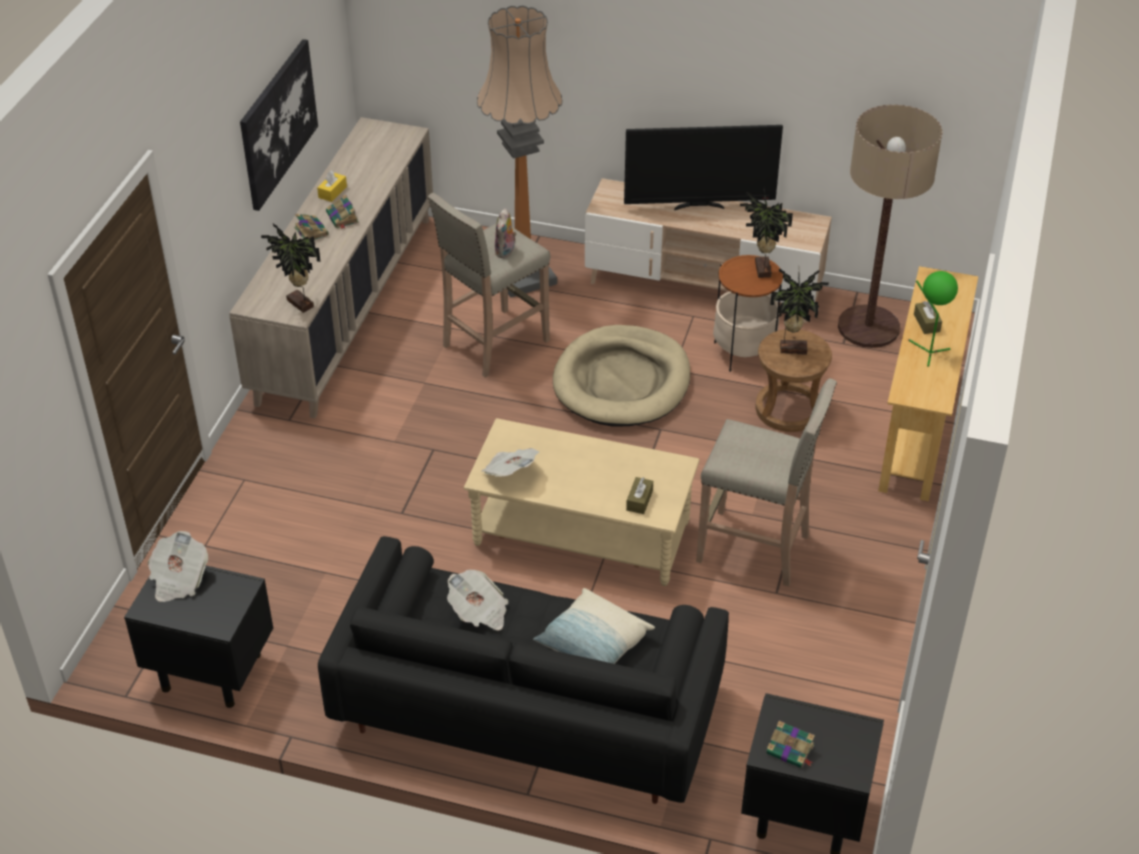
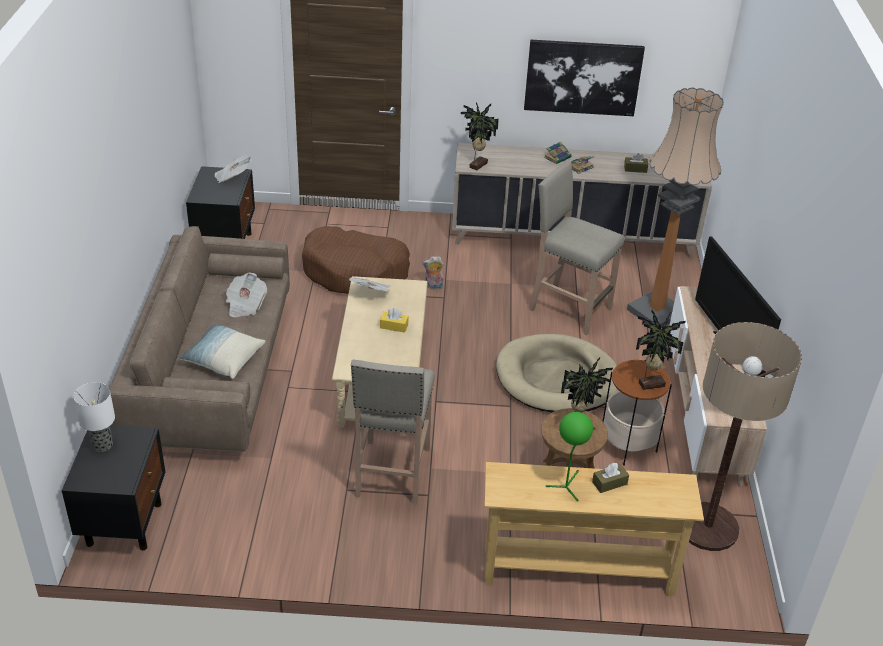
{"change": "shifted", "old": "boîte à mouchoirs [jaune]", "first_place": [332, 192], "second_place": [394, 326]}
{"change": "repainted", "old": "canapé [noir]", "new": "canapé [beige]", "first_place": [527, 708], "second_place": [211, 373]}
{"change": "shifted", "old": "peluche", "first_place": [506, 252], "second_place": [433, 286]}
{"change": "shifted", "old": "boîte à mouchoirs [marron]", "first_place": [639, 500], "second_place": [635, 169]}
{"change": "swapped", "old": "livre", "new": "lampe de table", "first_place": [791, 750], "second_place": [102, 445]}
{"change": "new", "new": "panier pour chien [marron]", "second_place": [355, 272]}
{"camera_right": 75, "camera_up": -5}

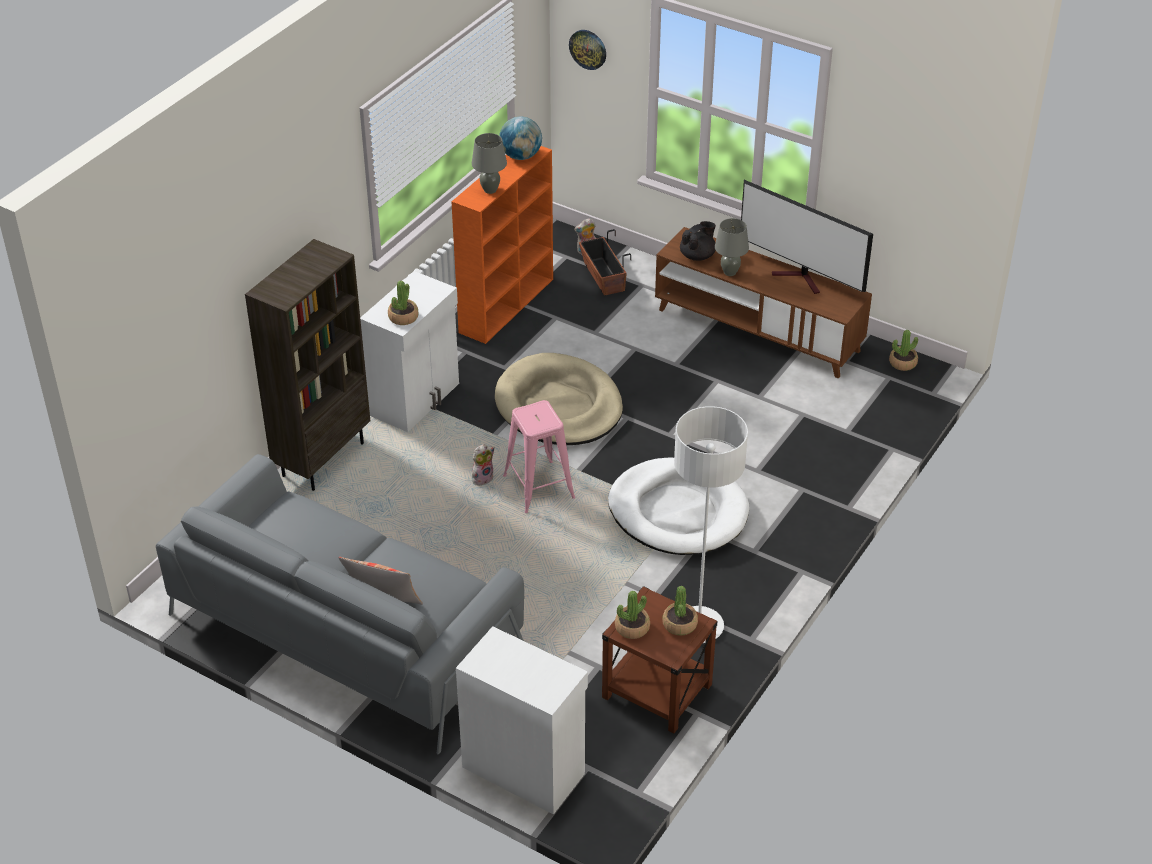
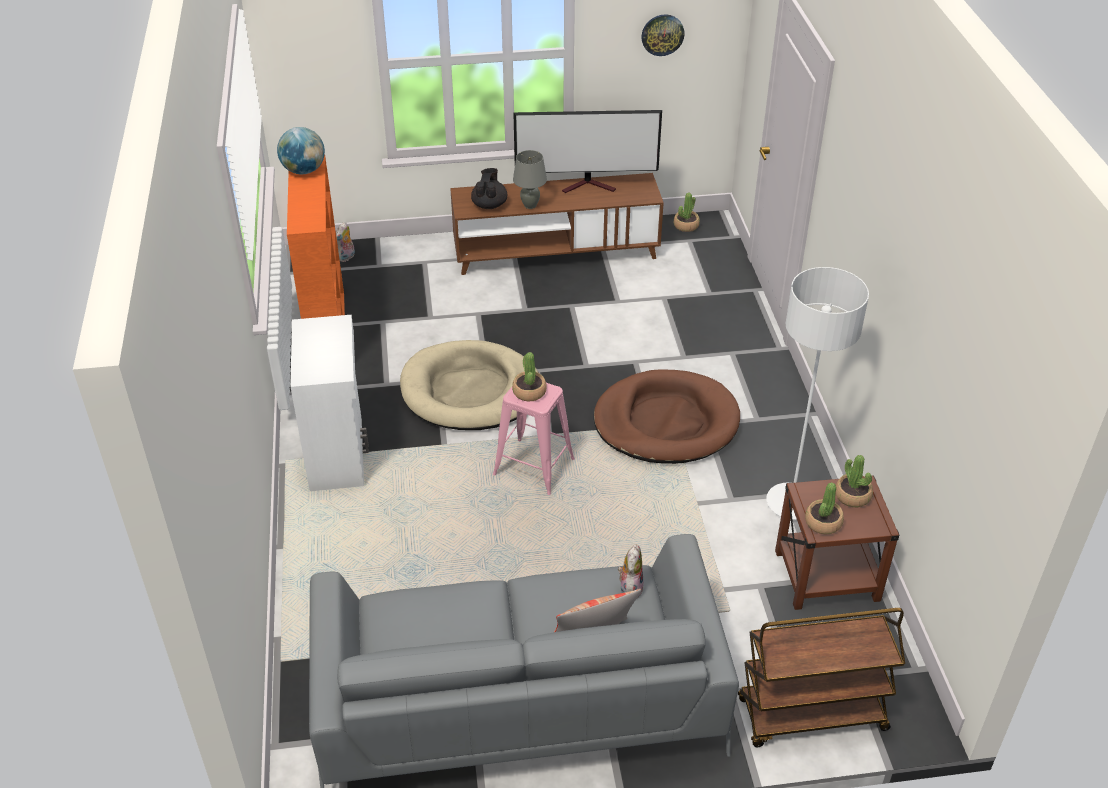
{"change": "gone", "old": "bibliothèque [marron]", "first_place": [322, 459]}
{"change": "shifted", "old": "plante en pot", "first_place": [403, 317], "second_place": [529, 392]}
{"change": "swapped", "old": "meuble de rangement [blanc]", "new": "chariot [marron]", "first_place": [523, 768], "second_place": [811, 715]}
{"change": "gone", "old": "lampe de table [gris]", "first_place": [490, 190]}
{"change": "shifted", "old": "peluche", "first_place": [482, 478], "second_place": [630, 588]}
{"change": "shifted", "old": "horloge murale", "first_place": [588, 49], "second_place": [662, 34]}
{"change": "gone", "old": "cache-pot", "first_place": [603, 277]}
{"change": "repainted", "old": "panier pour chien [blanc]", "new": "panier pour chien [marron]", "first_place": [678, 512], "second_place": [666, 422]}
{"camera_right": -40, "camera_up": 0}

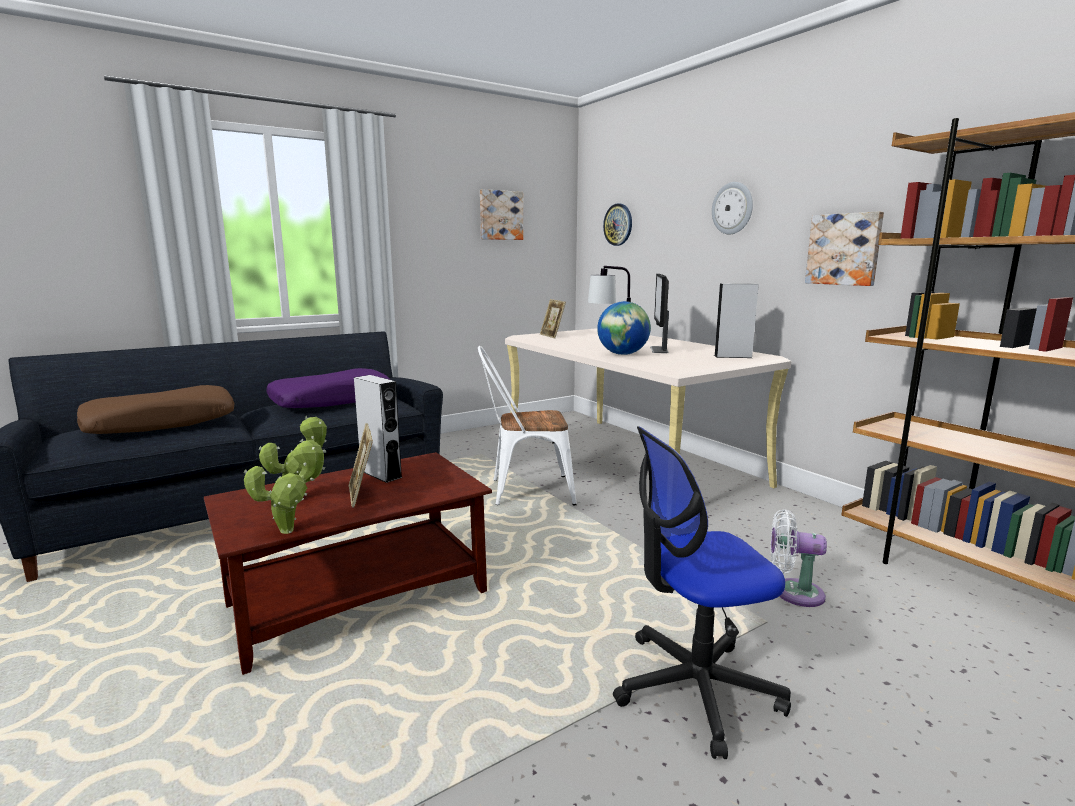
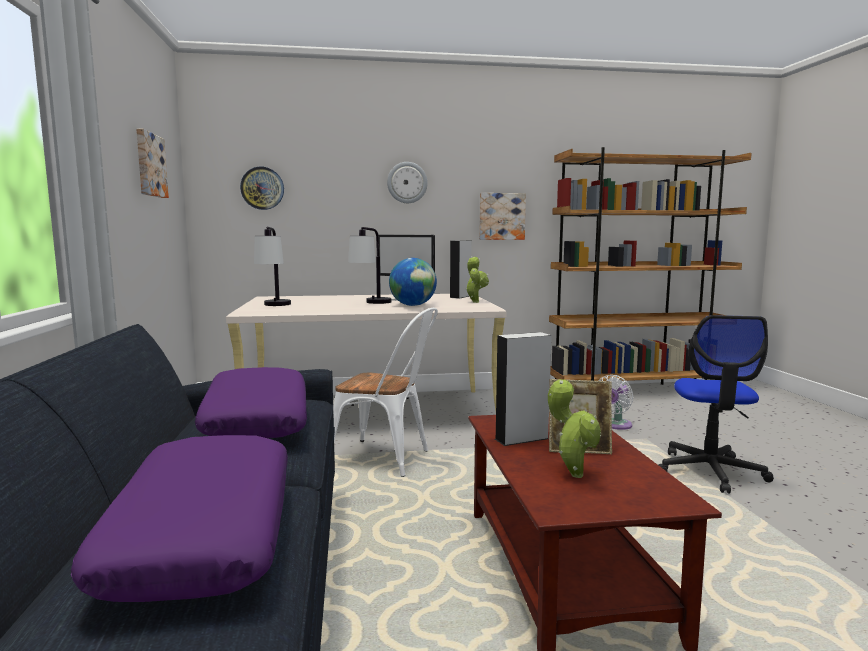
{"change": "repainted", "old": "coussin [marron]", "new": "coussin [violet]", "first_place": [161, 423], "second_place": [203, 532]}
{"change": "shifted", "old": "plante en pot", "first_place": [292, 529], "second_place": [475, 302]}
{"change": "rotated", "old": "chaise [blanc]", "first_place": [524, 491], "second_place": [387, 459], "degrees": -90}
{"change": "swapped", "old": "cadre photo", "new": "lampe de table", "first_place": [552, 336], "second_place": [275, 306]}
{"camera_right": -65, "camera_up": -5}

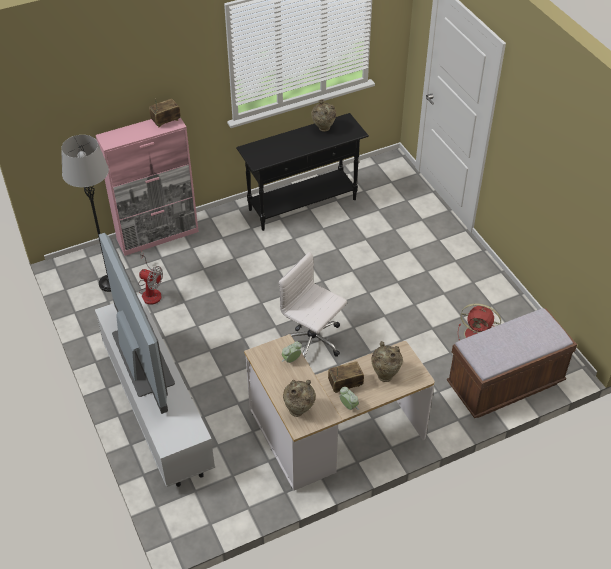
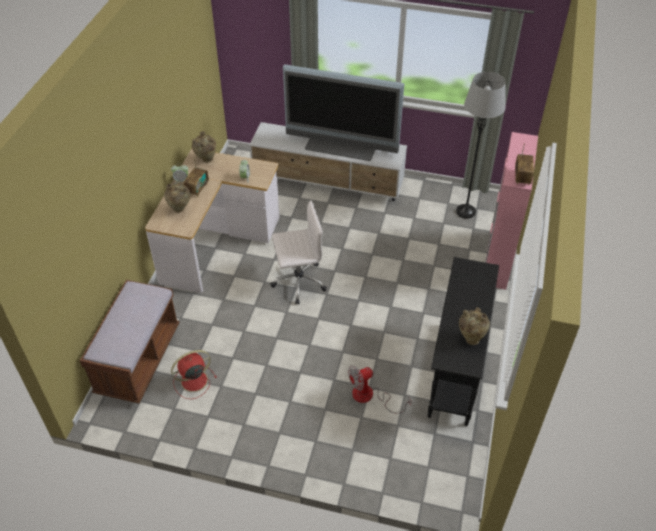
{"change": "shifted", "old": "ventilateur", "first_place": [150, 291], "second_place": [370, 397]}
{"camera_right": 130, "camera_up": 0}

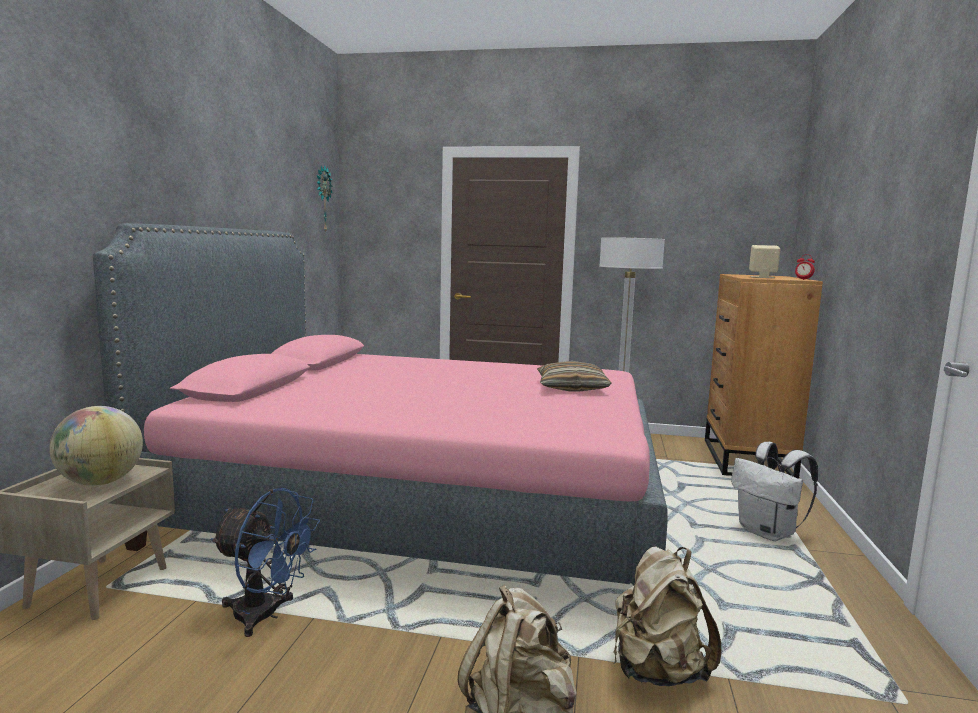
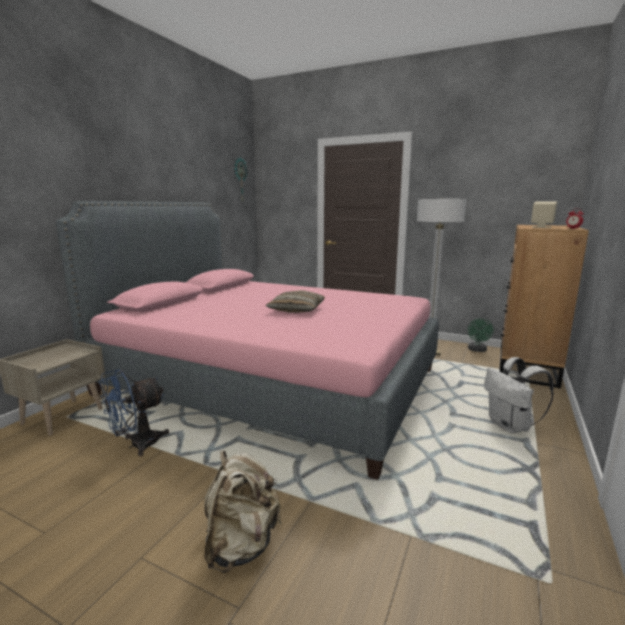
{"change": "gone", "old": "globe", "first_place": [100, 482]}
{"change": "rotated", "old": "ventilateur [bleu]", "first_place": [265, 615], "second_place": [137, 445], "degrees": 105}
{"change": "shifted", "old": "coussin", "first_place": [571, 387], "second_place": [296, 309]}
{"change": "gone", "old": "sac à dos [beige]", "first_place": [657, 671]}
{"change": "new", "new": "ventilateur [vert]", "second_place": [477, 350]}
{"camera_right": 15, "camera_up": 5}

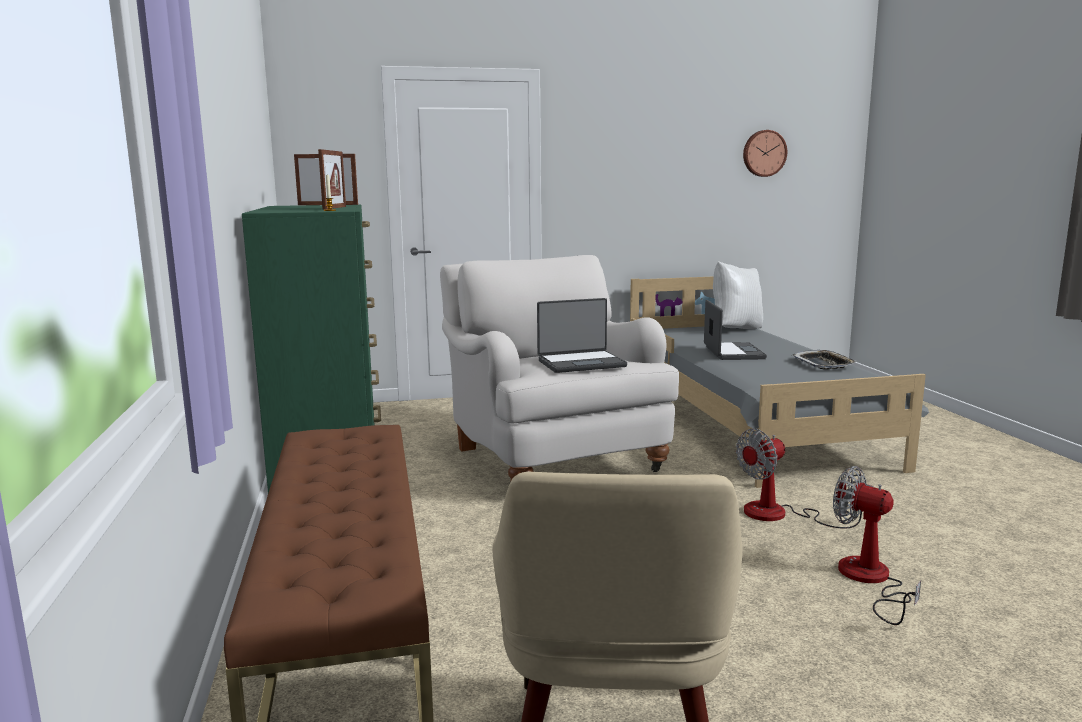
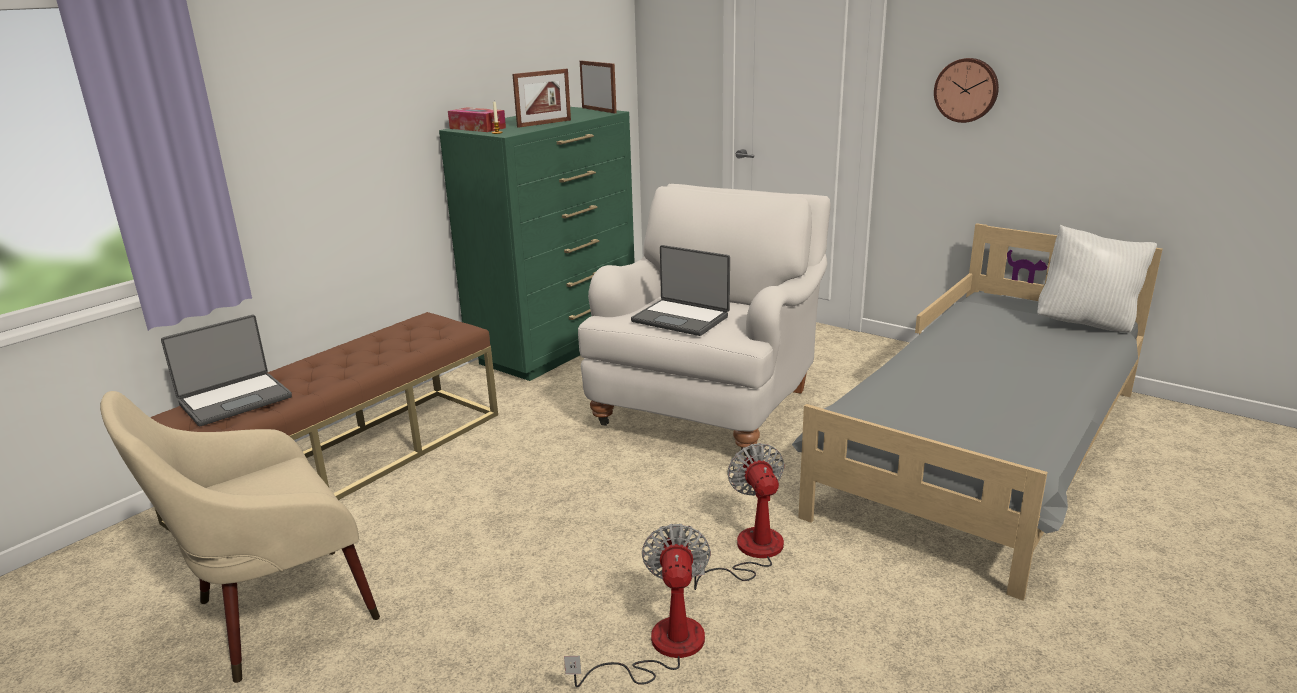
{"change": "shifted", "old": "ordinateur portable", "first_place": [732, 353], "second_place": [235, 400]}
{"change": "rotated", "old": "ventilateur", "first_place": [781, 515], "second_place": [749, 552], "degrees": 60}
{"change": "shifted", "old": "horloge murale", "first_place": [763, 153], "second_place": [966, 90]}
{"change": "gone", "old": "plateau", "first_place": [823, 364]}
{"change": "new", "new": "boîte à mouchoirs", "second_place": [477, 128]}
{"camera_right": 50, "camera_up": 10}

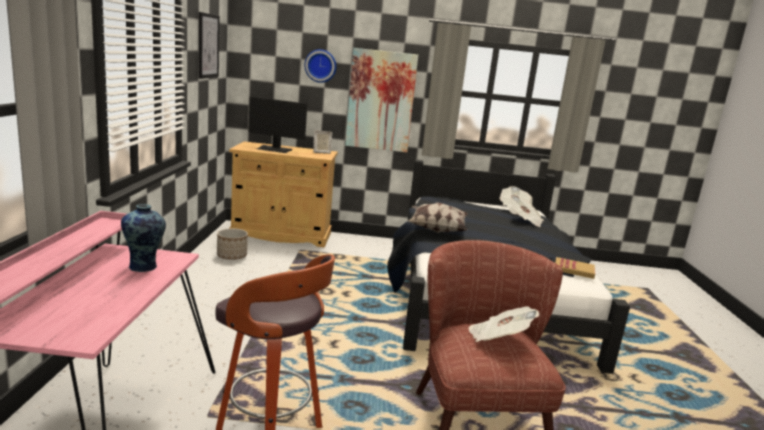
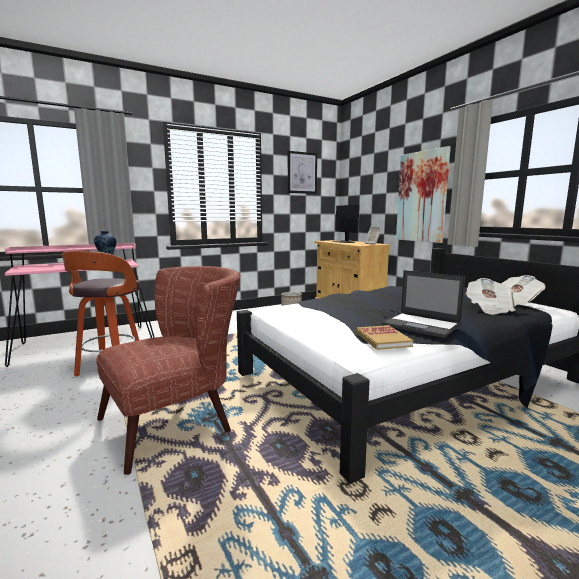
{"change": "gone", "old": "horloge murale", "first_place": [320, 66]}
{"change": "gone", "old": "coussin", "first_place": [436, 230]}
{"change": "gone", "old": "journal", "first_place": [498, 339]}
{"change": "new", "new": "ordinateur portable", "second_place": [422, 325]}
{"camera_right": 60, "camera_up": -5}

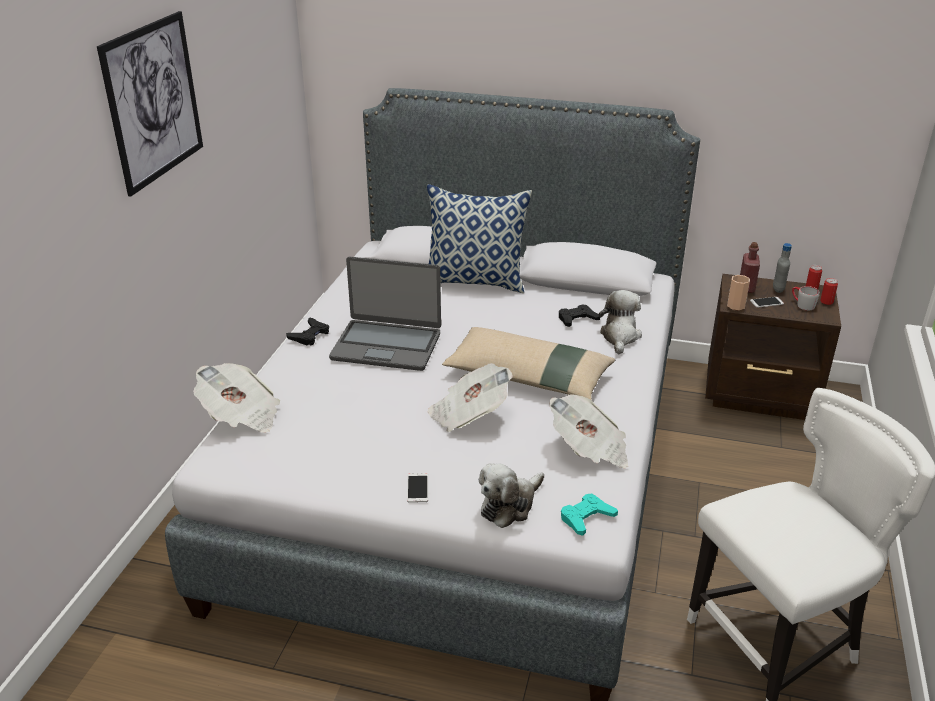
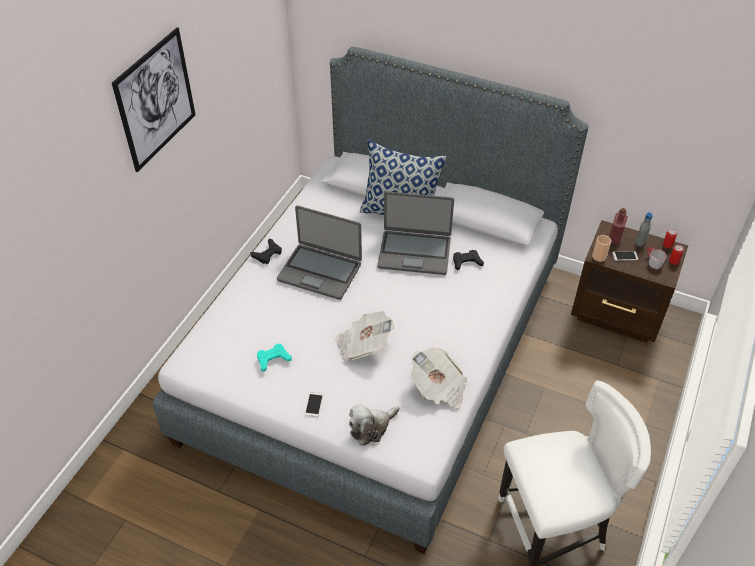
{"change": "gone", "old": "journal", "first_place": [241, 416]}
{"change": "gone", "old": "coussin [beige]", "first_place": [528, 376]}
{"change": "shifted", "old": "manette [turquoise]", "first_place": [586, 518], "second_place": [273, 359]}
{"change": "gone", "old": "peluche", "first_place": [620, 336]}
{"change": "new", "new": "ordinateur portable", "second_place": [414, 252]}
{"camera_right": 10, "camera_up": 15}

